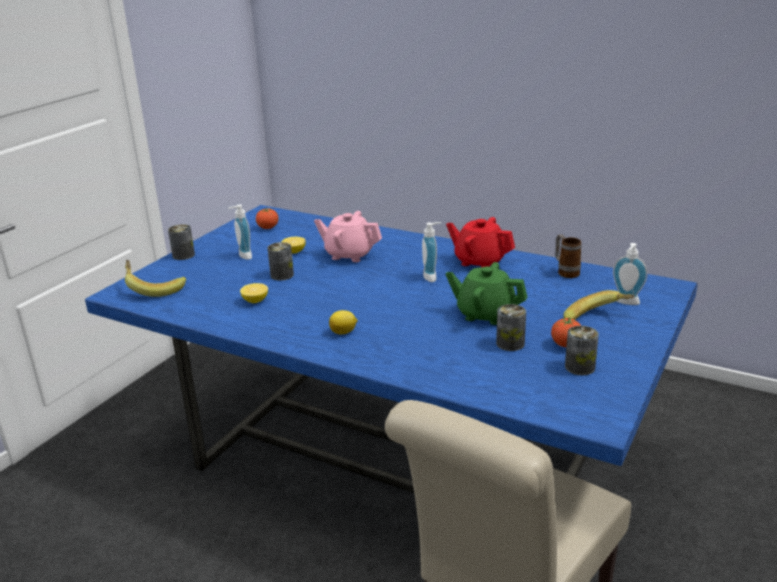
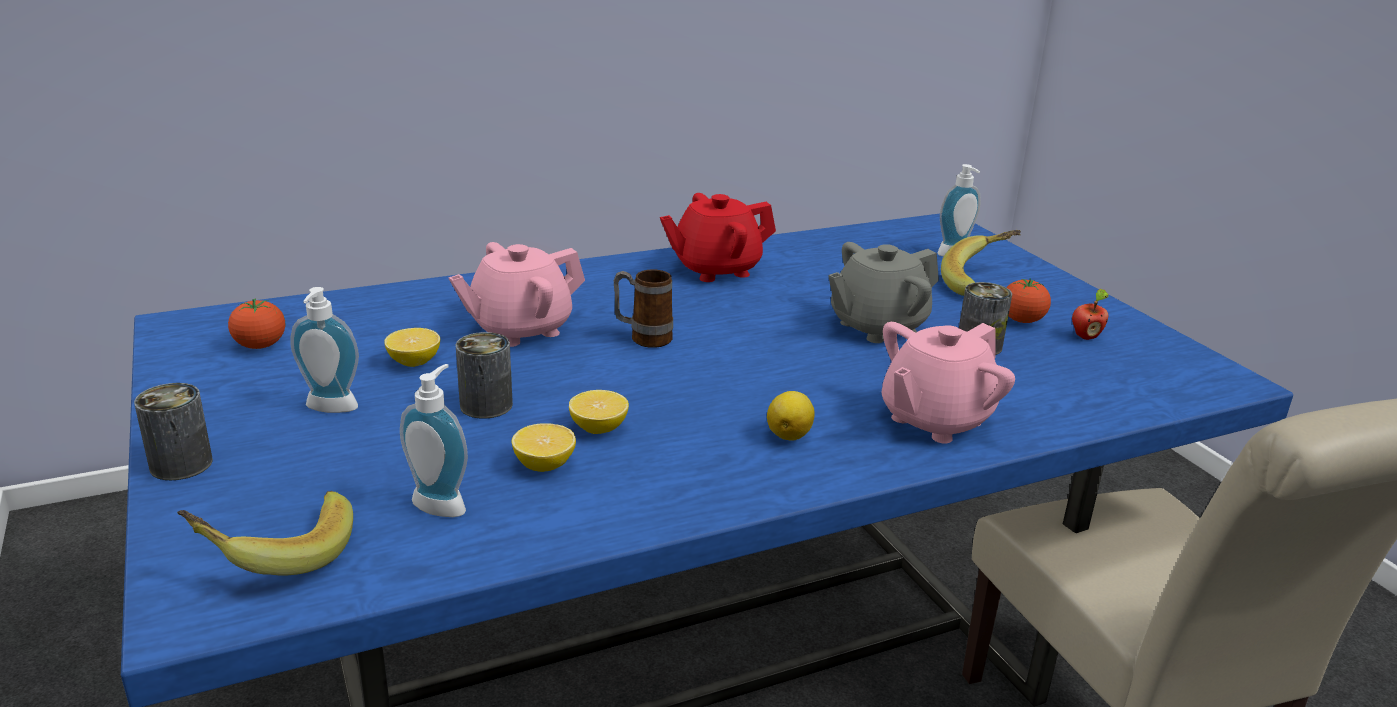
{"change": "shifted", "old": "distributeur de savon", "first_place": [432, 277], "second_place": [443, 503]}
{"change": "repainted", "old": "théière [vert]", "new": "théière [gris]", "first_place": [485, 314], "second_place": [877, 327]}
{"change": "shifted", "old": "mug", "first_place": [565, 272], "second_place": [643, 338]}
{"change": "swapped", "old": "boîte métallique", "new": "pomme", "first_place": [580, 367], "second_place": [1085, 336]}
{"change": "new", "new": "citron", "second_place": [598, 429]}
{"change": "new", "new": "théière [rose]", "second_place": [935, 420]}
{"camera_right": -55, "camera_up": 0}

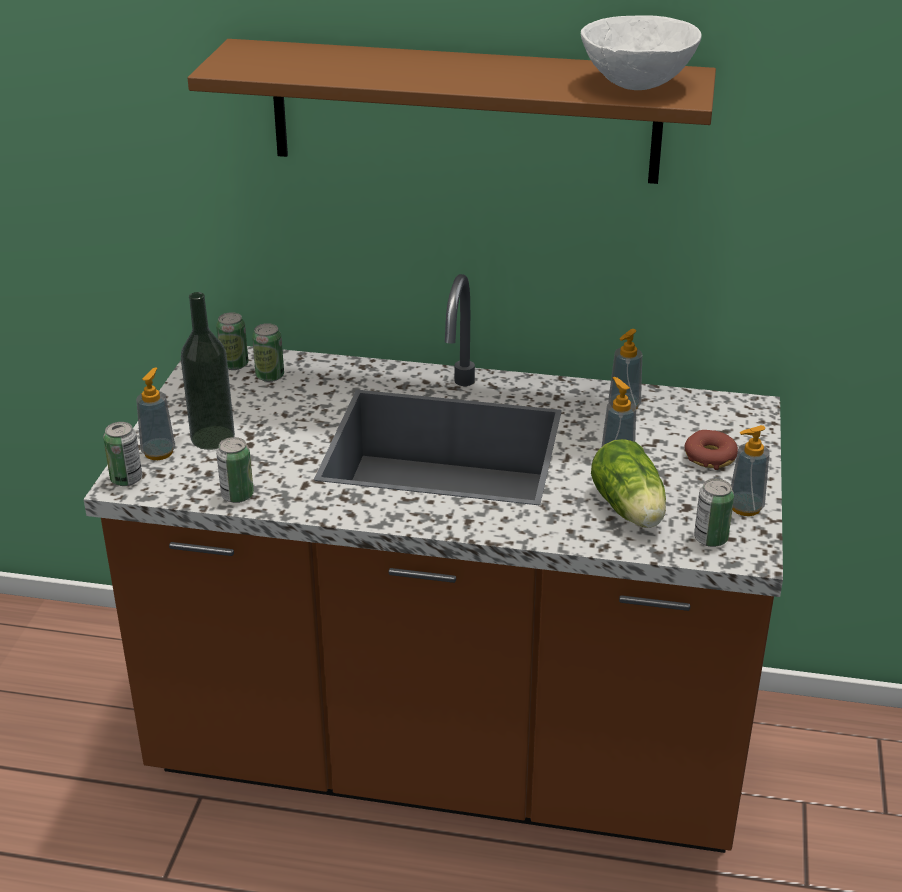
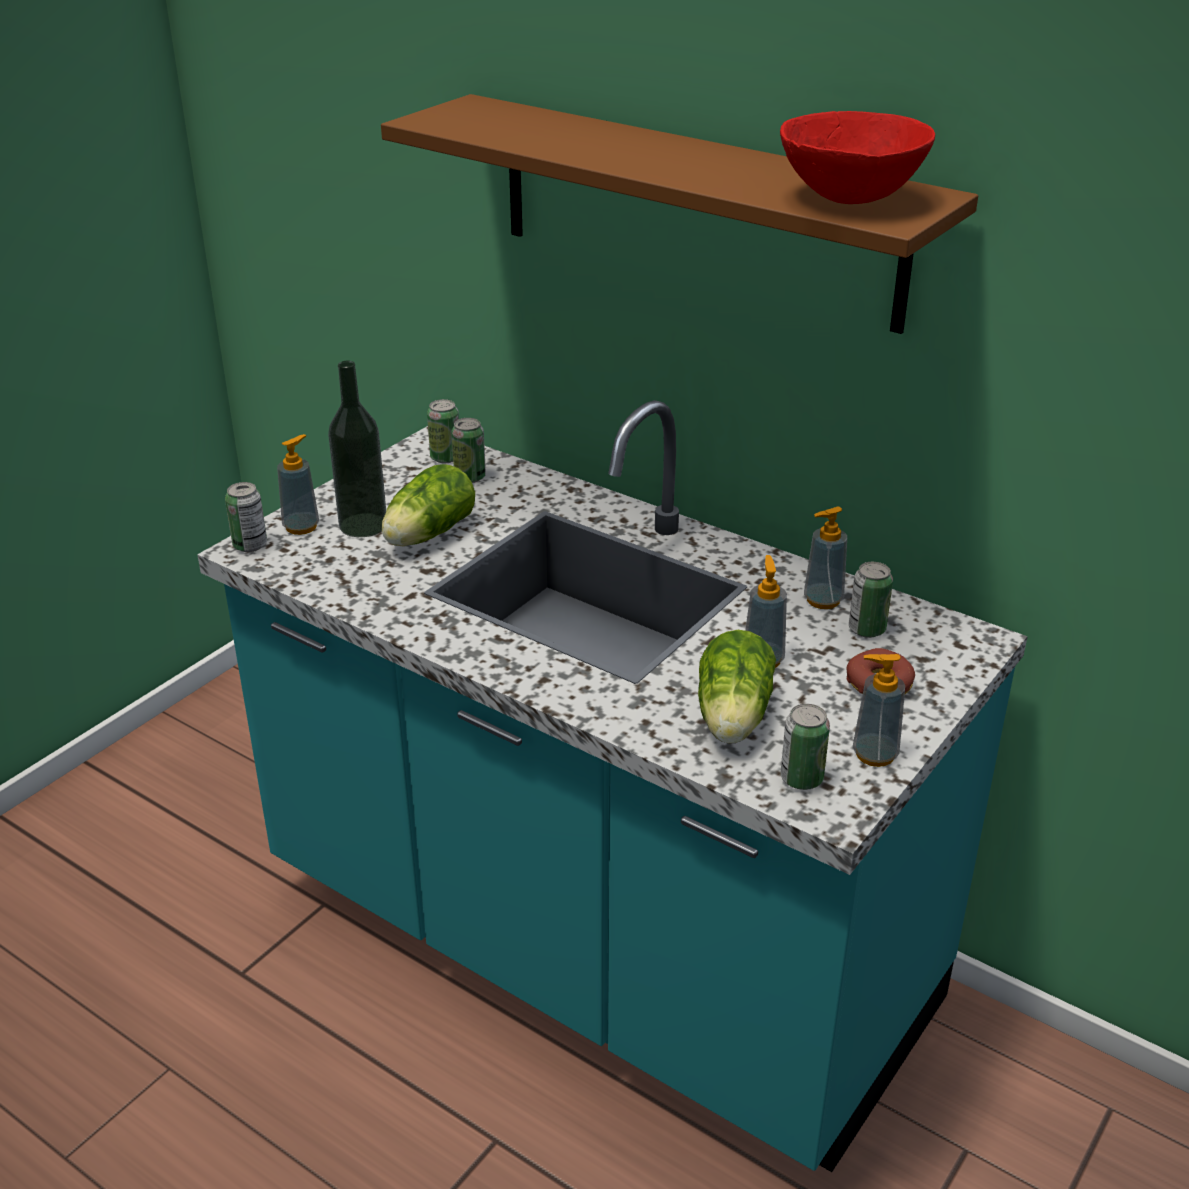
{"change": "repainted", "old": "comptoir de cuisine [marron]", "new": "comptoir de cuisine [turquoise]", "first_place": [451, 752], "second_place": [594, 945]}
{"change": "shifted", "old": "boîte métallique", "first_place": [237, 495], "second_place": [867, 629]}
{"change": "repainted", "old": "bol [blanc]", "new": "bol [rouge]", "first_place": [636, 85], "second_place": [849, 198]}
{"change": "new", "new": "laitue", "second_place": [426, 535]}
{"camera_right": 25, "camera_up": 0}

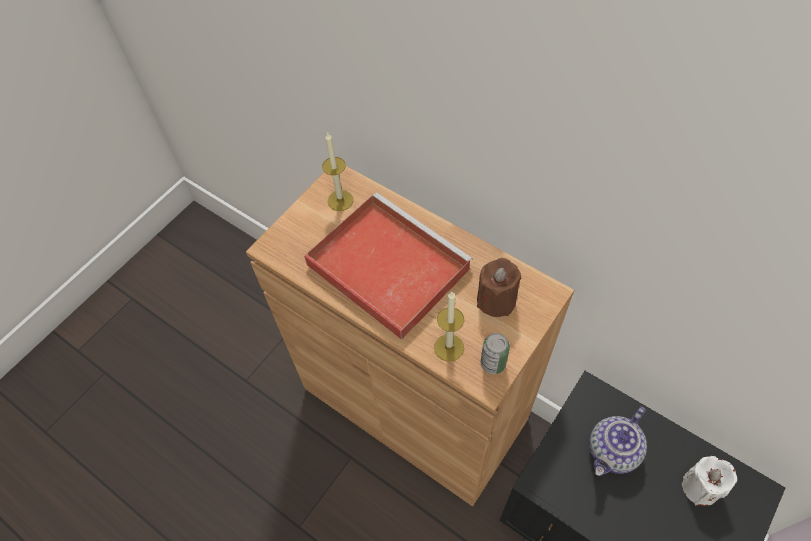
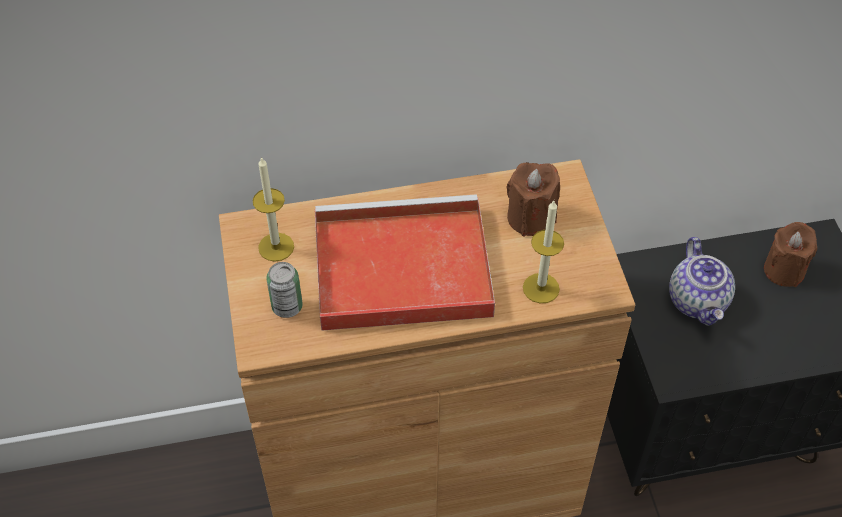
{"change": "shifted", "old": "boîte métallique", "first_place": [493, 363], "second_place": [287, 307]}
{"change": "repainted", "old": "bougie [blanc]", "new": "bougie [marron]", "first_place": [700, 487], "second_place": [784, 270]}
{"camera_right": -50, "camera_up": -5}

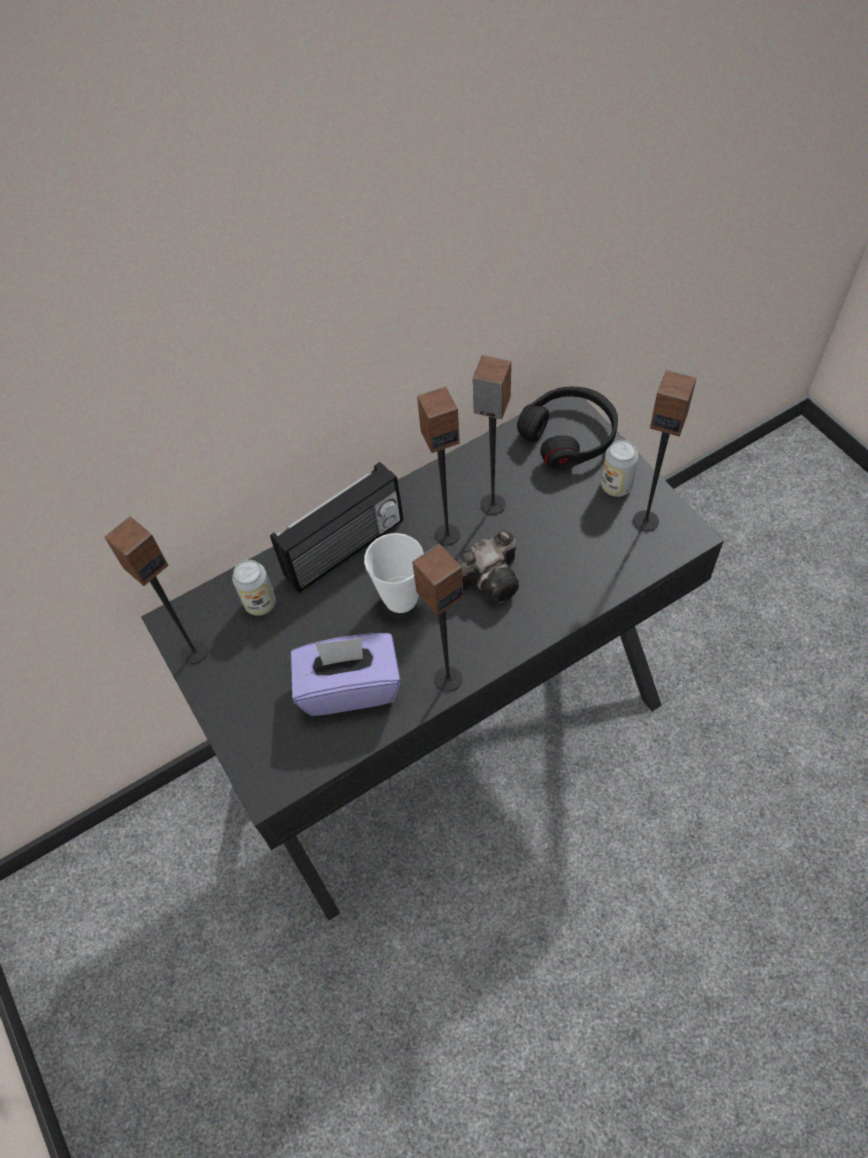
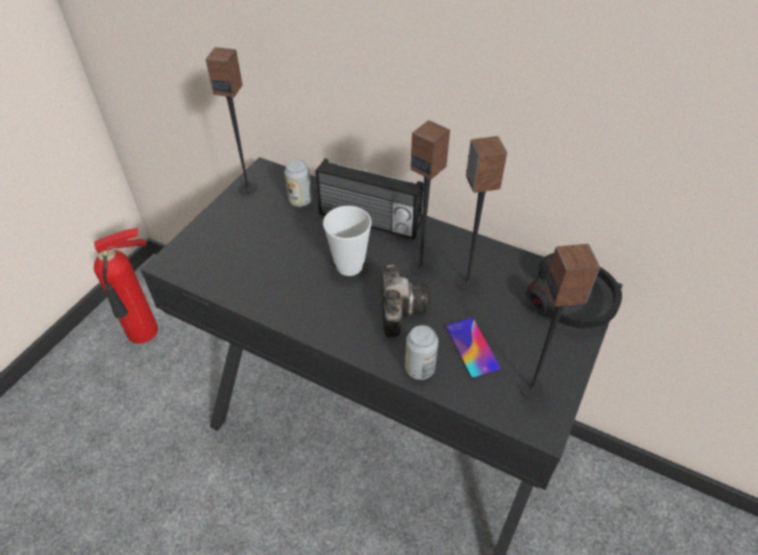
{"change": "gone", "old": "boîte à mouchoirs [violet]", "first_place": [350, 686]}
{"change": "gone", "old": "enceinte", "first_place": [448, 678]}
{"change": "rotated", "old": "appareil photo", "first_place": [489, 579], "second_place": [400, 308], "degrees": -120}
{"change": "shifted", "old": "boîte métallique", "first_place": [616, 486], "second_place": [419, 368]}
{"change": "new", "new": "extincteur", "second_place": [145, 333]}
{"change": "new", "new": "téléphone", "second_place": [472, 347]}
{"camera_right": 55, "camera_up": -10}

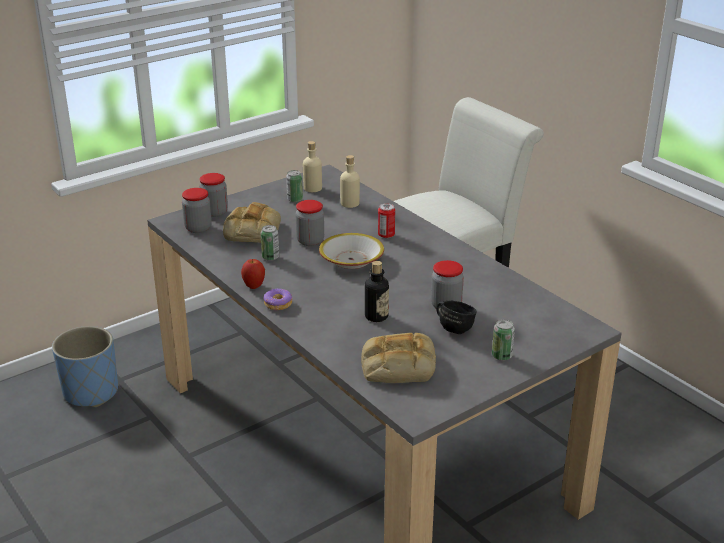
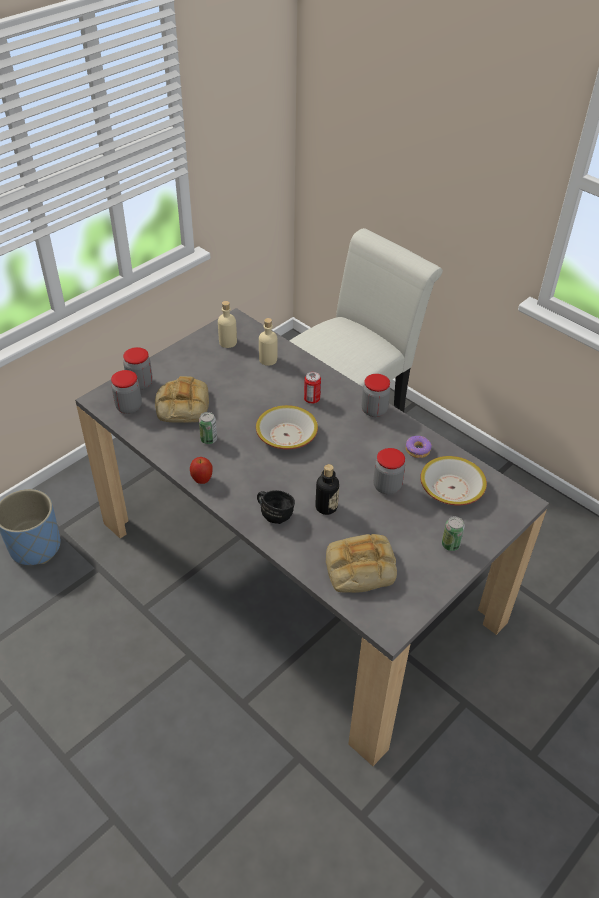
{"change": "shifted", "old": "beignet", "first_place": [278, 304], "second_place": [418, 450]}
{"change": "gone", "old": "boîte métallique", "first_place": [294, 199]}
{"change": "shifted", "old": "bocal", "first_place": [310, 241], "second_place": [374, 410]}
{"change": "shifted", "old": "mug [noir]", "first_place": [454, 327], "second_place": [274, 513]}
{"change": "new", "new": "bol", "second_place": [452, 488]}
{"camera_right": -10, "camera_up": 15}

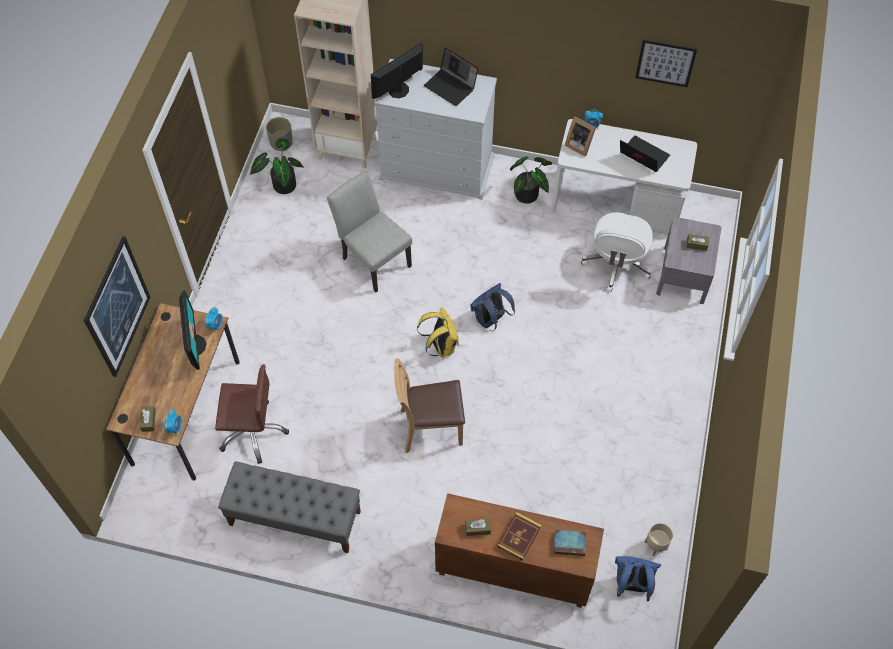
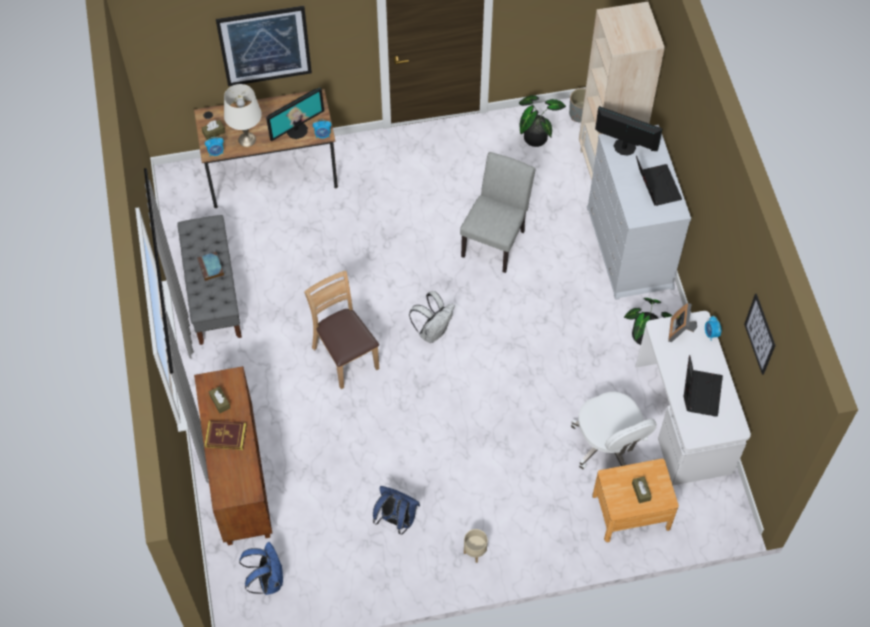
{"change": "gone", "old": "chaise de bureau [marron]", "first_place": [253, 431]}
{"change": "repainted", "old": "sac à dos [jaune]", "new": "sac à dos [blanc]", "first_place": [440, 346], "second_place": [433, 331]}
{"change": "rotated", "old": "ordinateur portable", "first_place": [451, 86], "second_place": [656, 186], "degrees": 150}
{"change": "shifted", "old": "sac à dos [bleu]", "first_place": [490, 320], "second_place": [396, 519]}
{"change": "shifted", "old": "livre", "first_place": [570, 543], "second_place": [211, 268]}
{"change": "rotated", "old": "chaise de bureau [blanc]", "first_place": [616, 263], "second_place": [608, 445], "degrees": -105}
{"change": "shifted", "old": "cache-pot [beige]", "first_place": [656, 545], "second_place": [474, 552]}
{"change": "repainted", "old": "table de chevet [gris]", "new": "table de chevet [marron]", "first_place": [684, 274], "second_place": [631, 511]}
{"change": "new", "new": "lampe de table [blanc]", "second_place": [246, 139]}
{"camera_right": 65, "camera_up": 0}

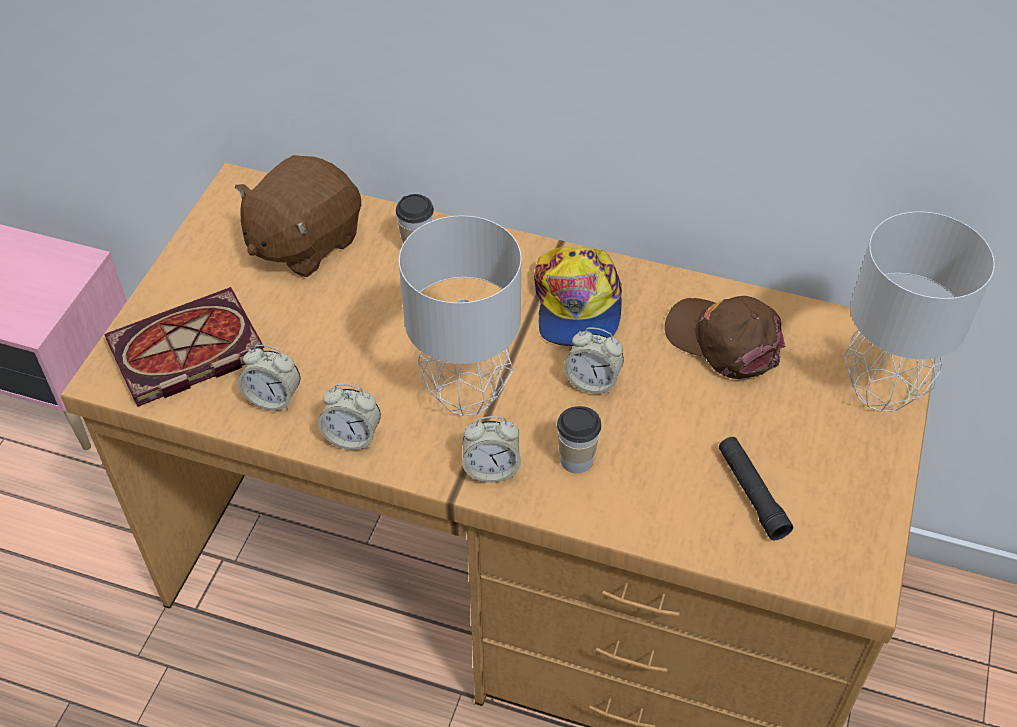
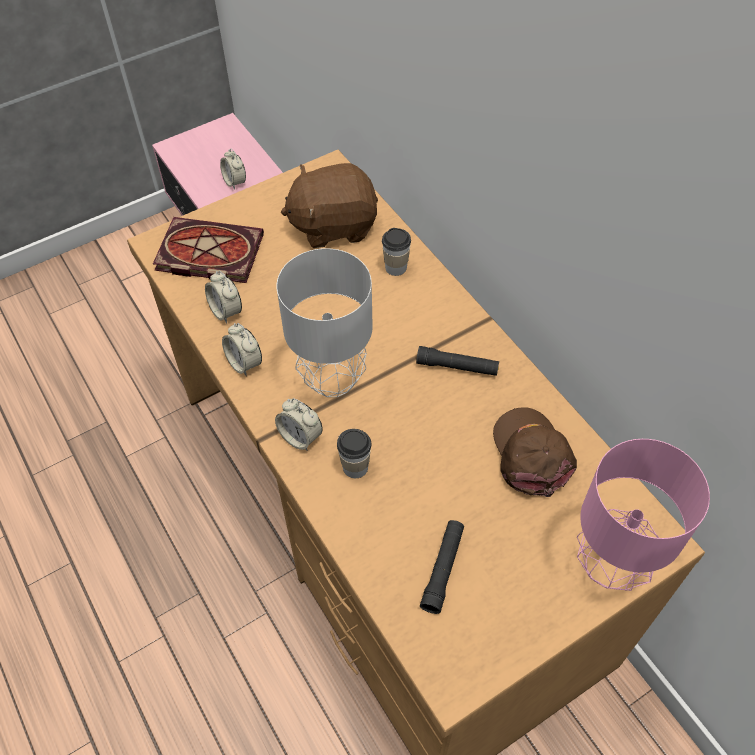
{"change": "swapped", "old": "casquette", "new": "lampe de poche [noir]", "first_place": [577, 304], "second_place": [457, 366]}
{"change": "shifted", "old": "réveil", "first_place": [592, 381], "second_place": [235, 182]}
{"change": "repainted", "old": "lampe de table [gris]", "new": "lampe de table [rose]", "first_place": [884, 391], "second_place": [610, 567]}
{"camera_right": 40, "camera_up": 5}

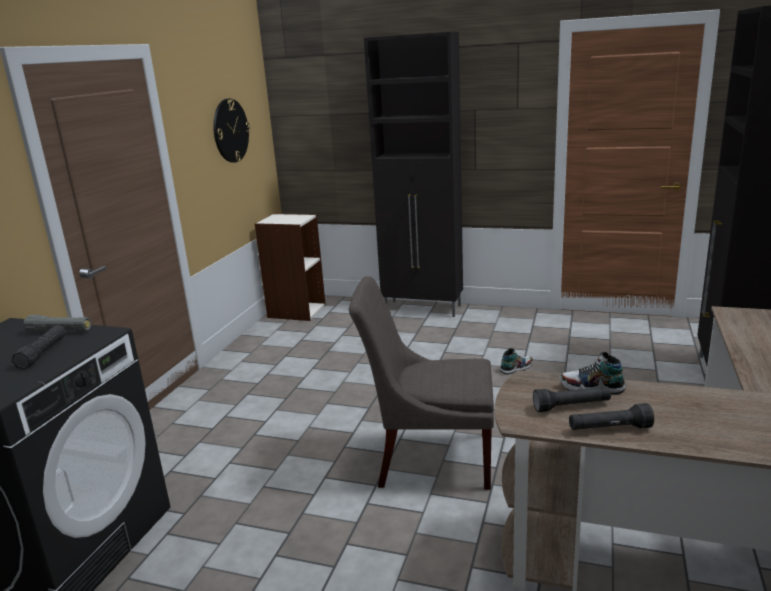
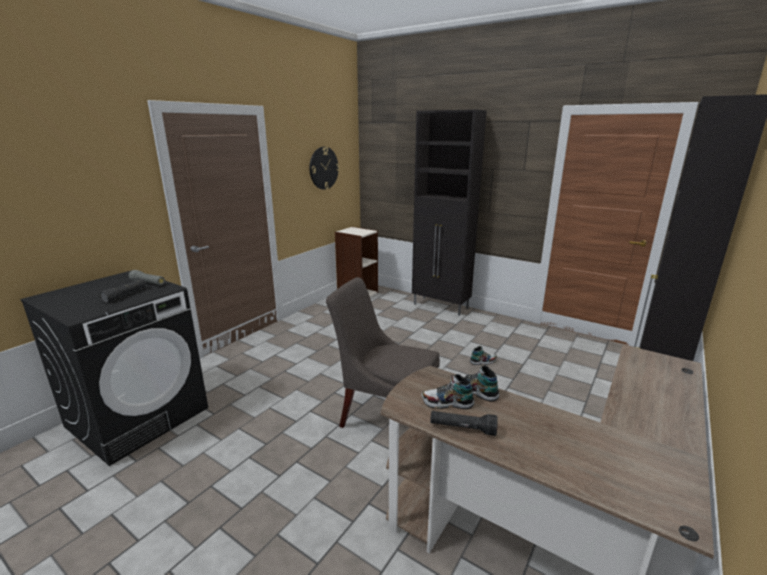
{"change": "swapped", "old": "lampe de poche [noir]", "new": "chaussure", "first_place": [571, 406], "second_place": [447, 403]}
{"camera_right": 15, "camera_up": 0}

